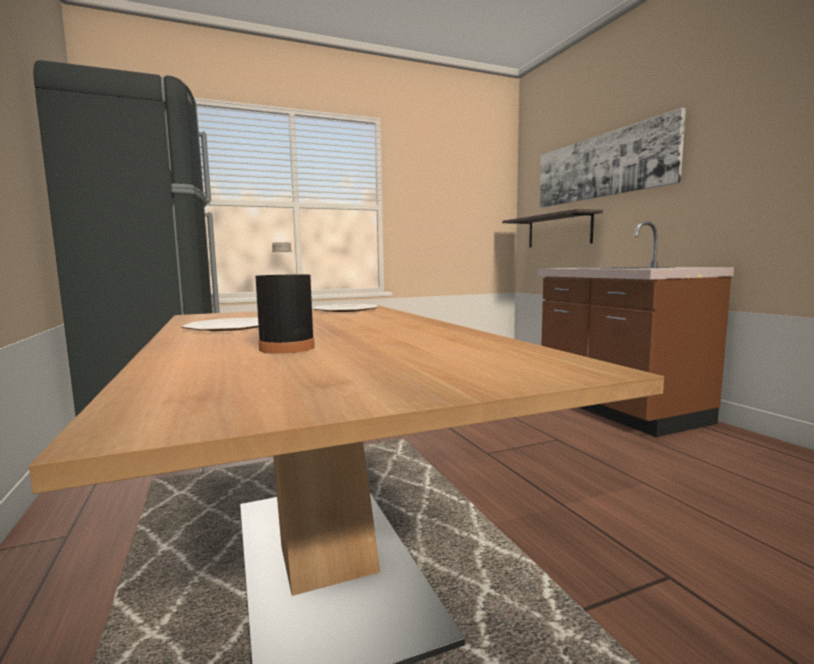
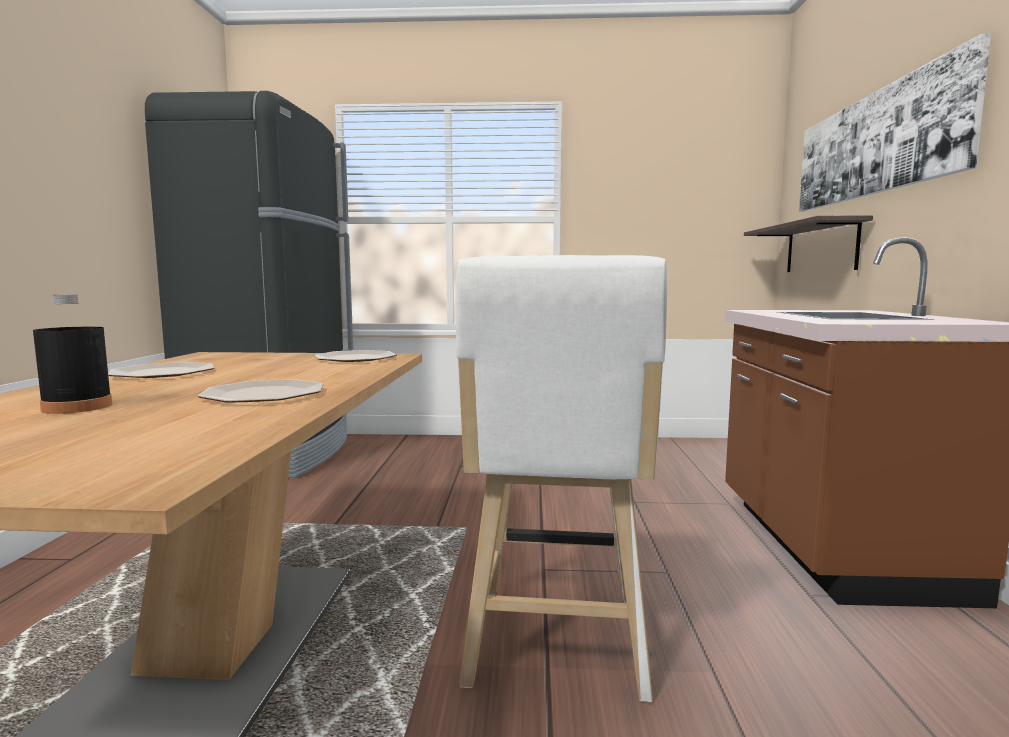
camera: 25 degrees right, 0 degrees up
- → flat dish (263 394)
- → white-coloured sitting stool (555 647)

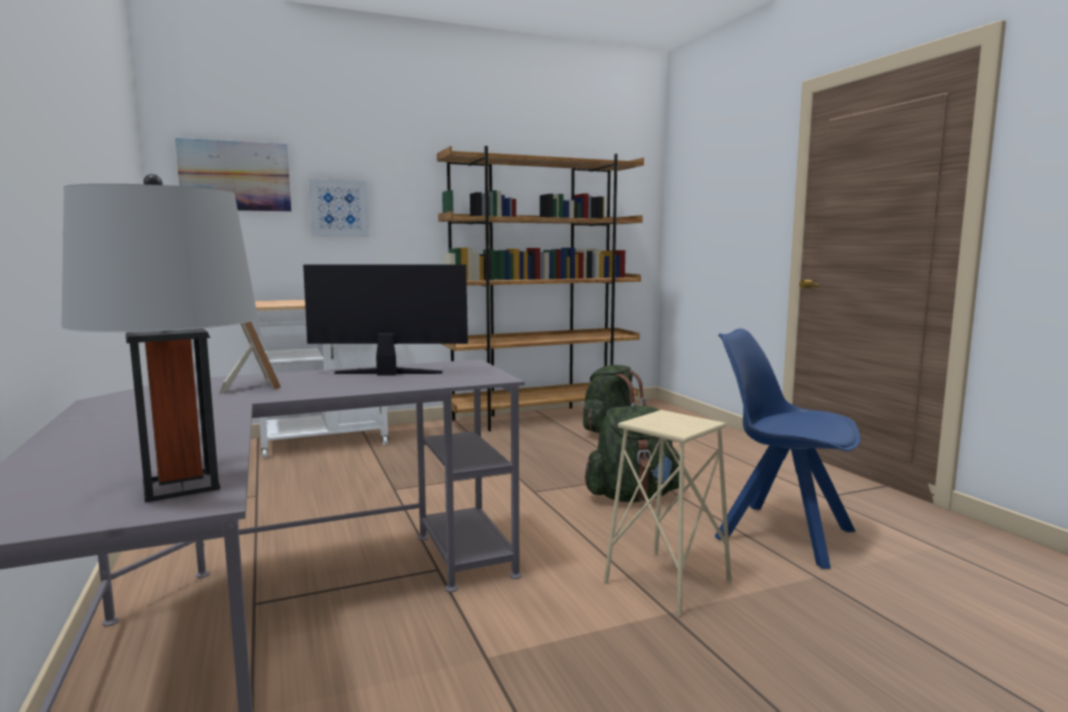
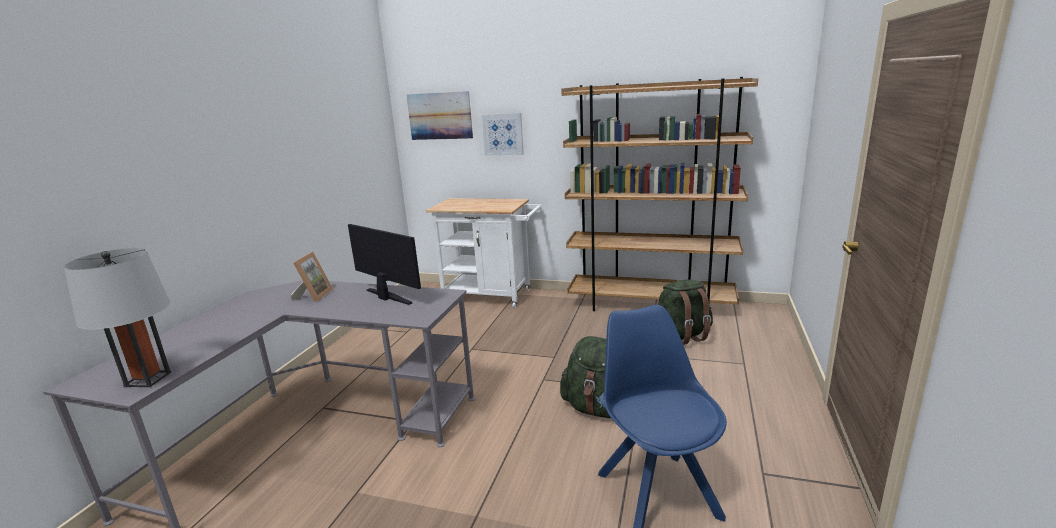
camera: 40 degrees right, 10 degrees up
beige-coloured sitting stool (667 582) → -

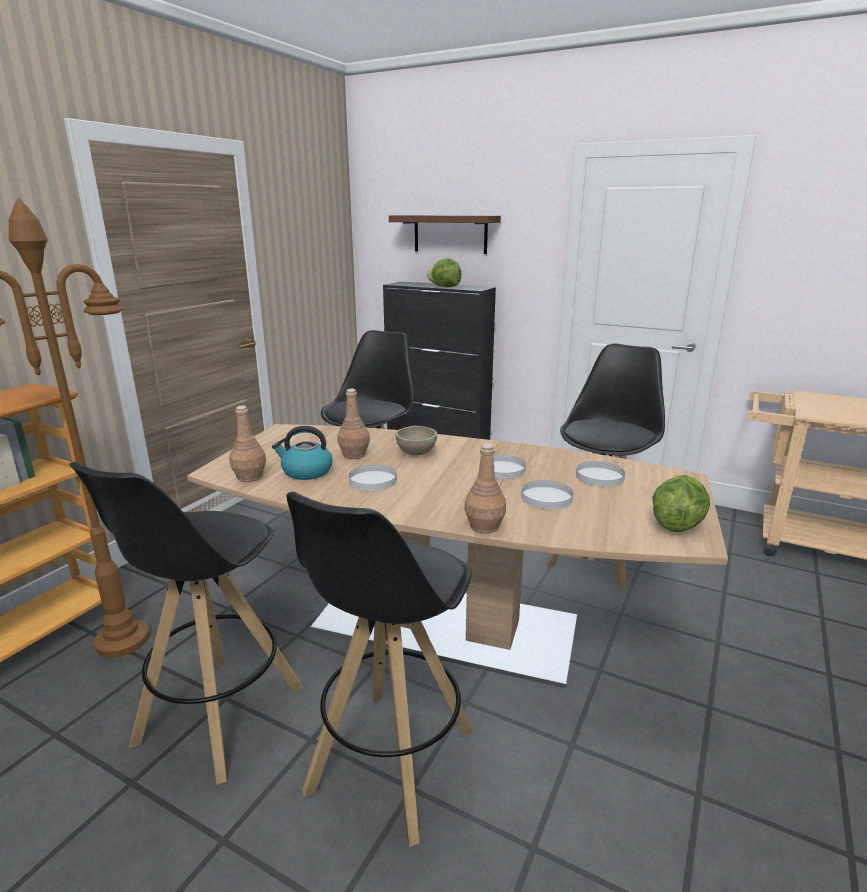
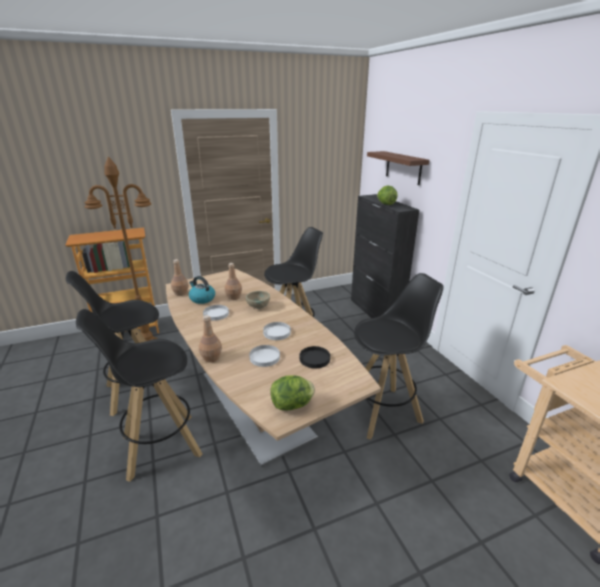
camera: 40 degrees right, 5 degrees up
white-coloured flat dish (600 476) → blackish flat dish (315 359)

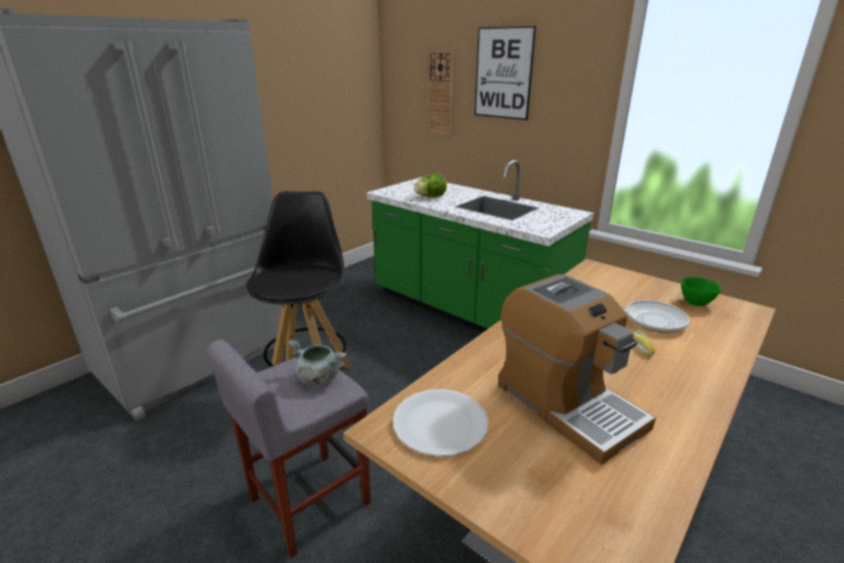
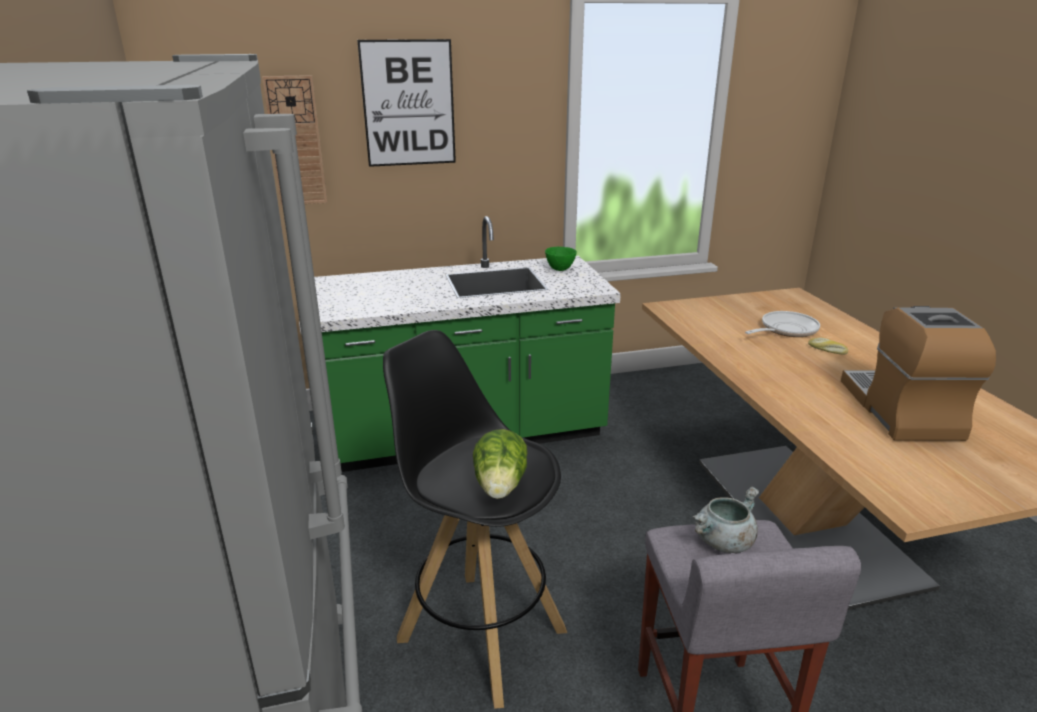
camera: 55 degrees left, 0 degrees up
lettuce head (430 197) → lettuce head (500 487), moved
greenish bowl (695 302) → greenish bowl (559 269), moved
coffee maker (567 404) → coffee maker (900 410), 90 degrees counterclockwise
white-coloured flat dish (440 423) → -

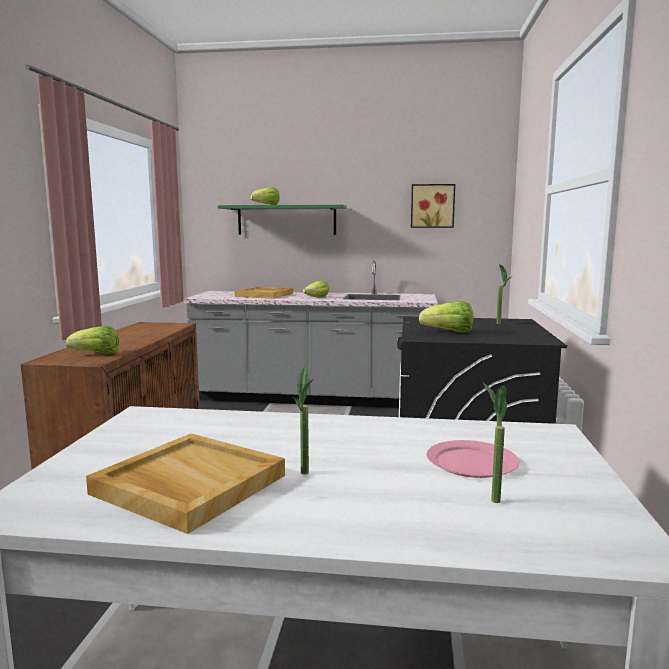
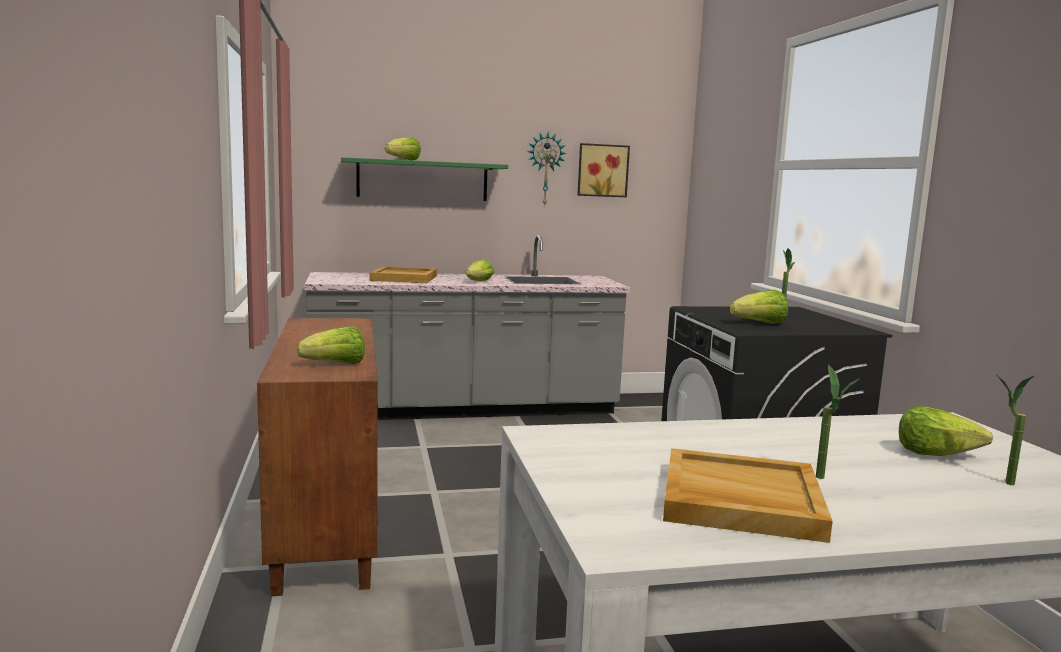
camera: 20 degrees left, 0 degrees up
- → wall clock (545 169)
pink flat dish (471 462) → lettuce head (936 453)

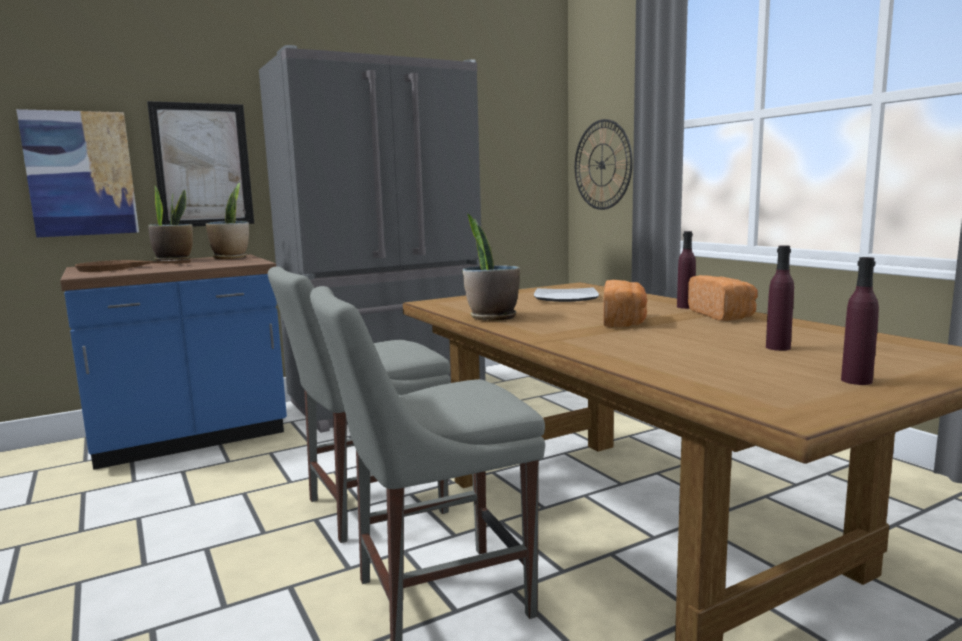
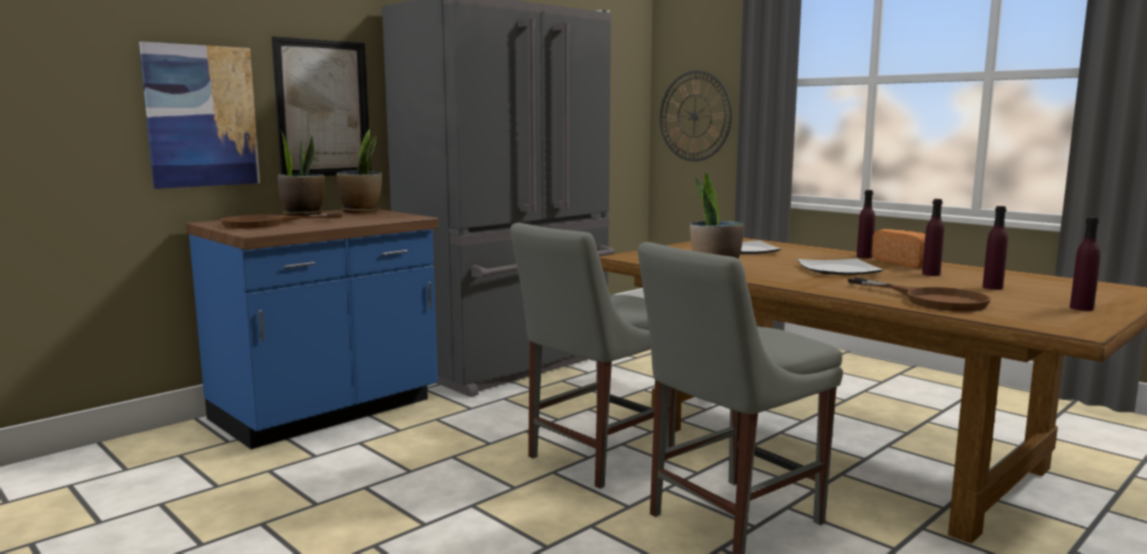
camera: 15 degrees left, 0 degrees up
bread (624 321) → flat dish (838 270)
- → brown-coloured skillet (932 300)
- → purplish bottle (931 274)

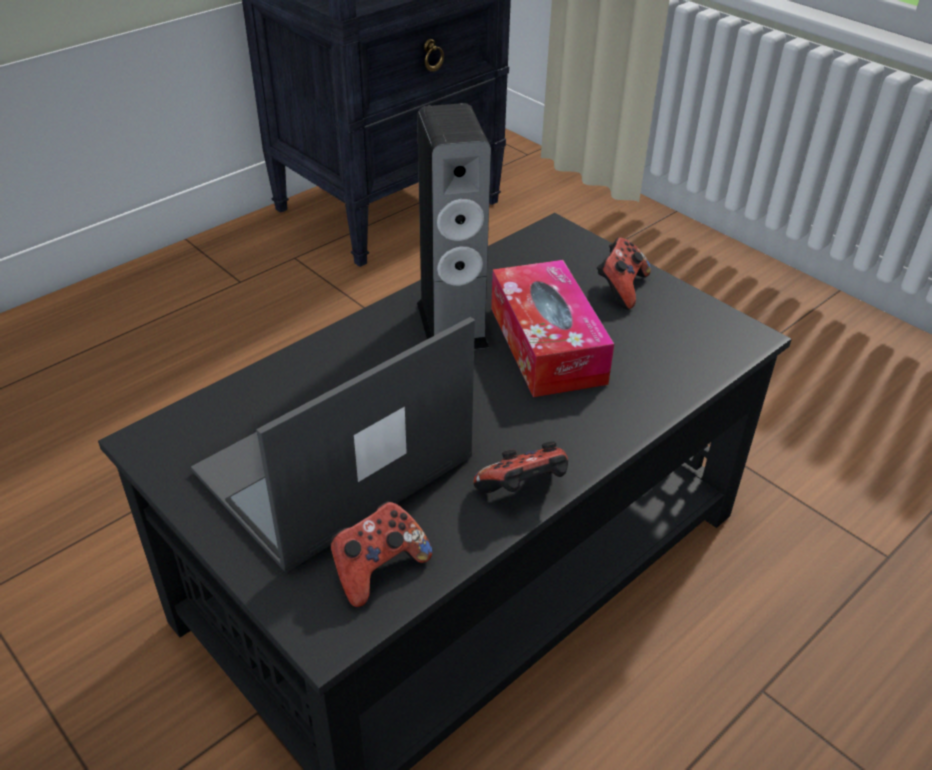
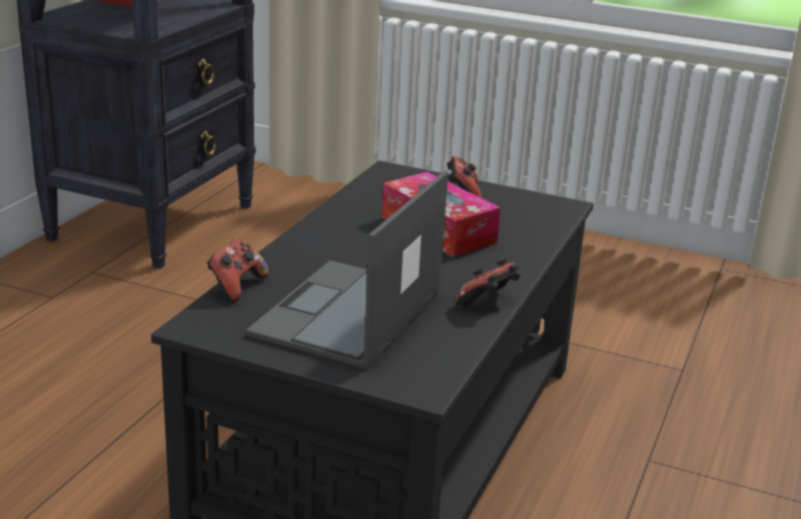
camera: 25 degrees left, 15 degrees down
joypad (378 569) → joypad (236 286), moved
loudspeaker (452 324) → -

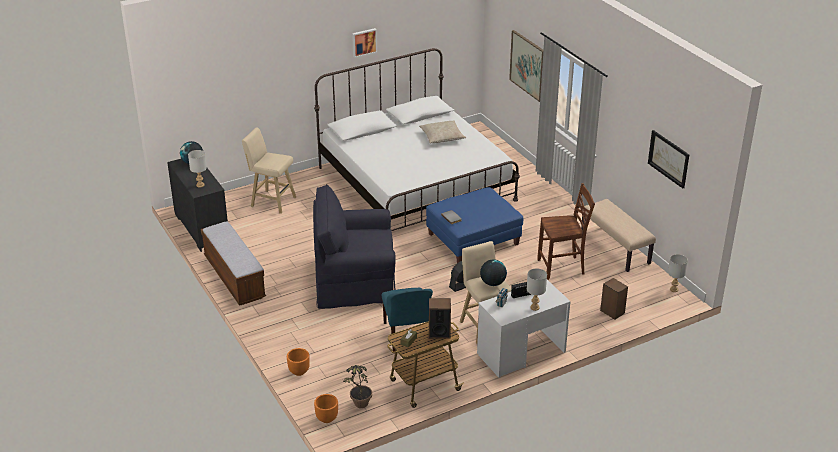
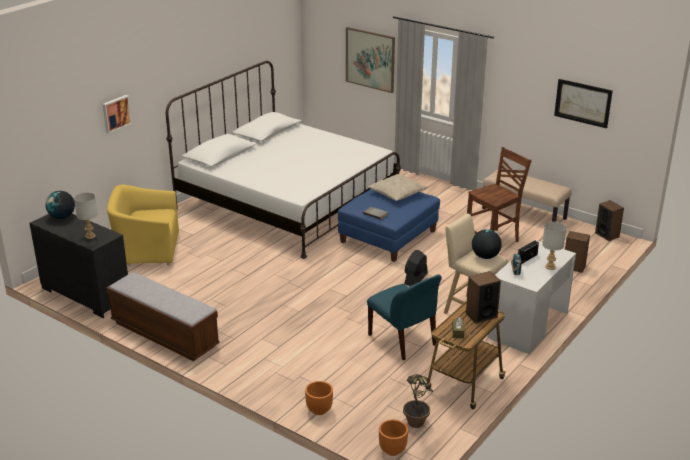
camera: 25 degrees left, 5 degrees down
picture (364 42) → picture (116 113), moved
beige-coloured sitting stool (271 201) → yellow lounge chair (147 250)
beige-coloured throw pillow (442 137) → beige-coloured throw pillow (397 193), moved
gray lamp for a table (674 289) → loudspeaker (607 235)
blackish lounge chair (355 281) → -

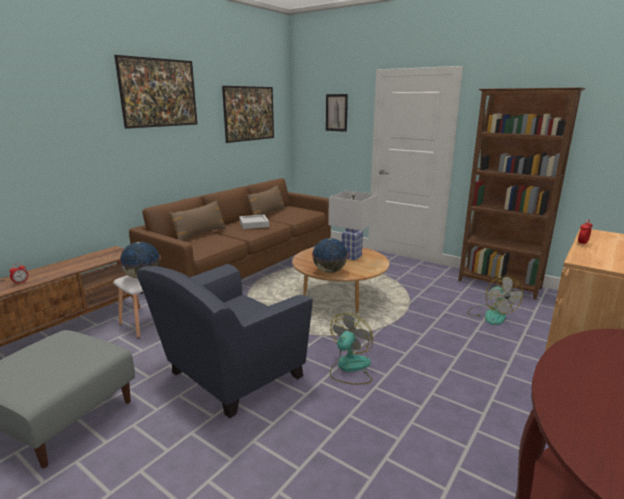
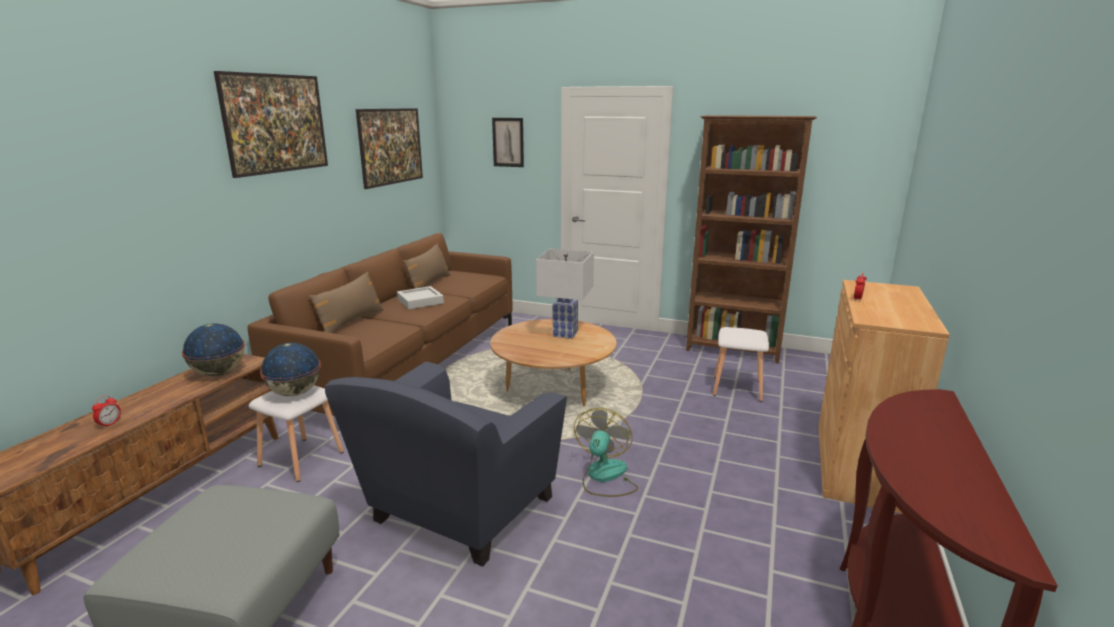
camera: 15 degrees left, 0 degrees up
globe (329 271) → globe (219 373), moved
fan (491 315) → white-coloured sitting stool (738 388)

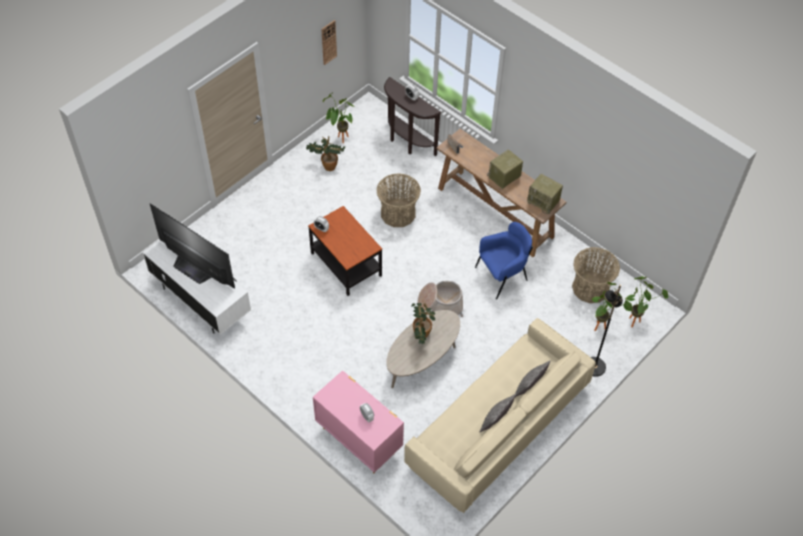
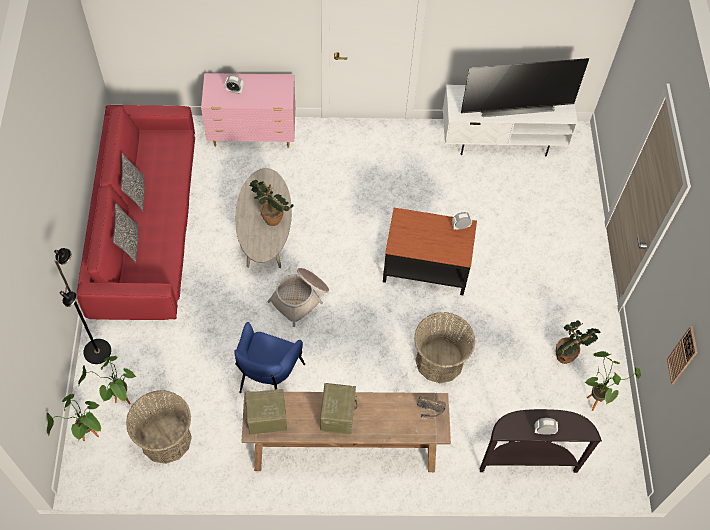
camera: 135 degrees right, 5 degrees up
beige-coloured couch (497 426) → red couch (146 228)

